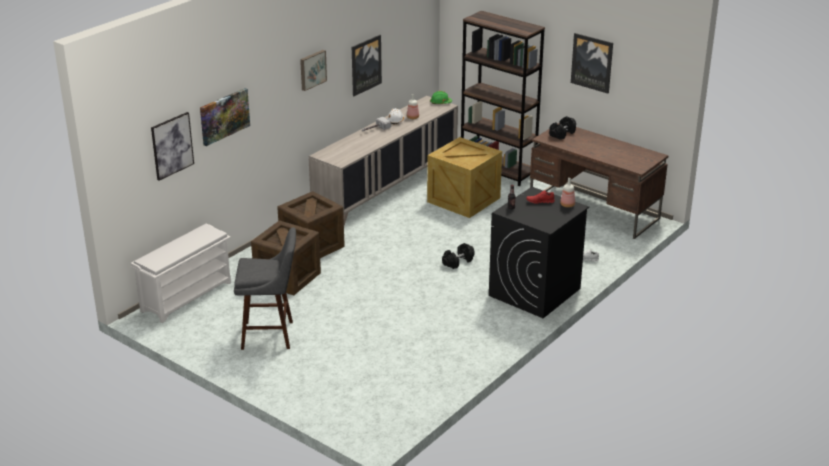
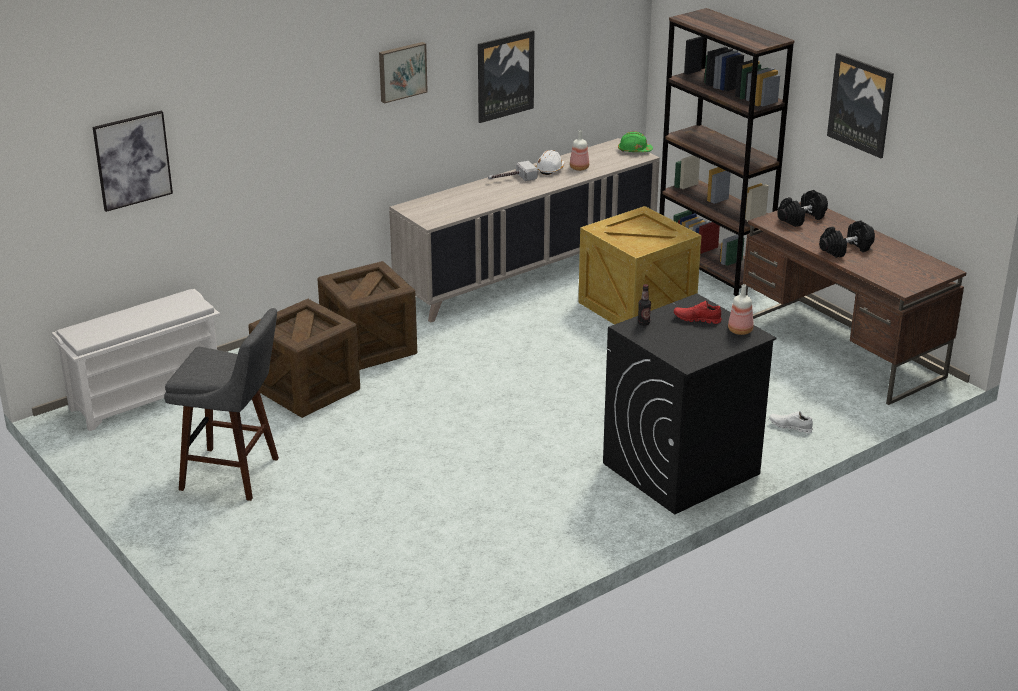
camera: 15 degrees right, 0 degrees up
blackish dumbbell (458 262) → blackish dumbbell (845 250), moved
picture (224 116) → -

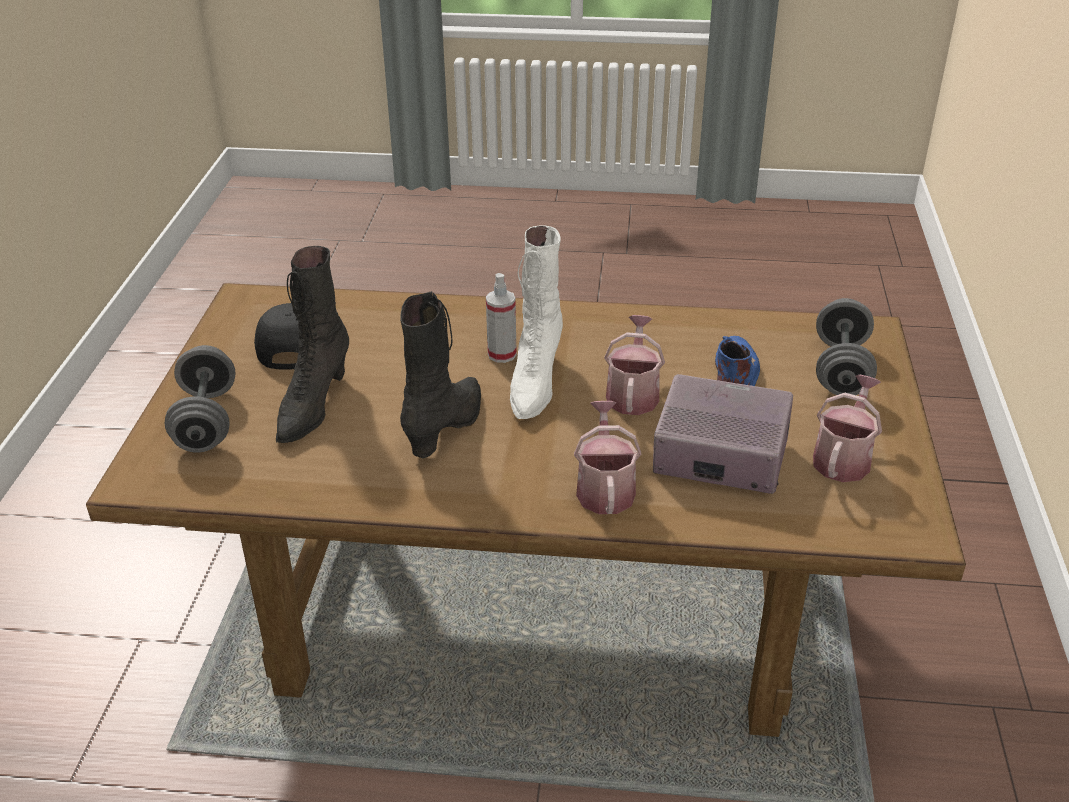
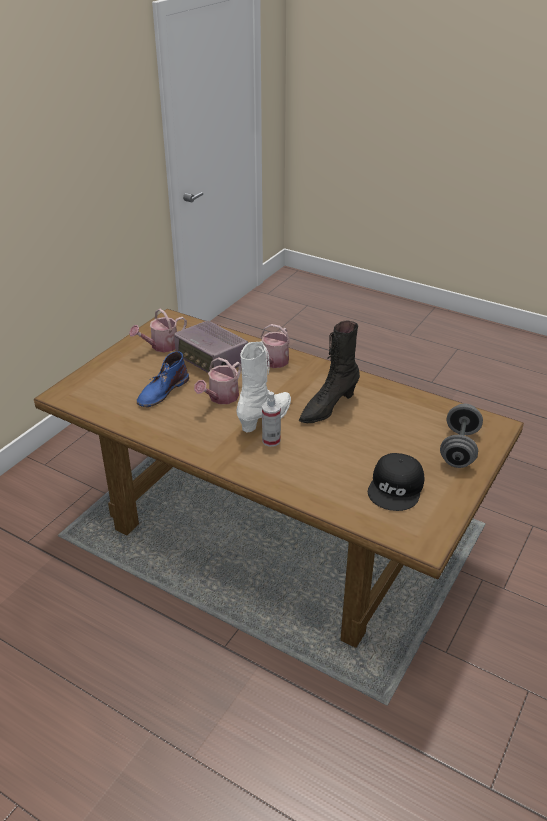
camera: 155 degrees left, 0 degrees up
blackish boot (313 406) → -
gray dumbbell (841 369) → -

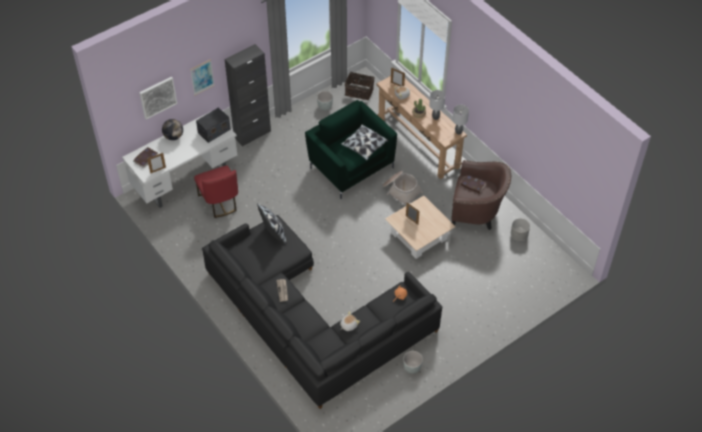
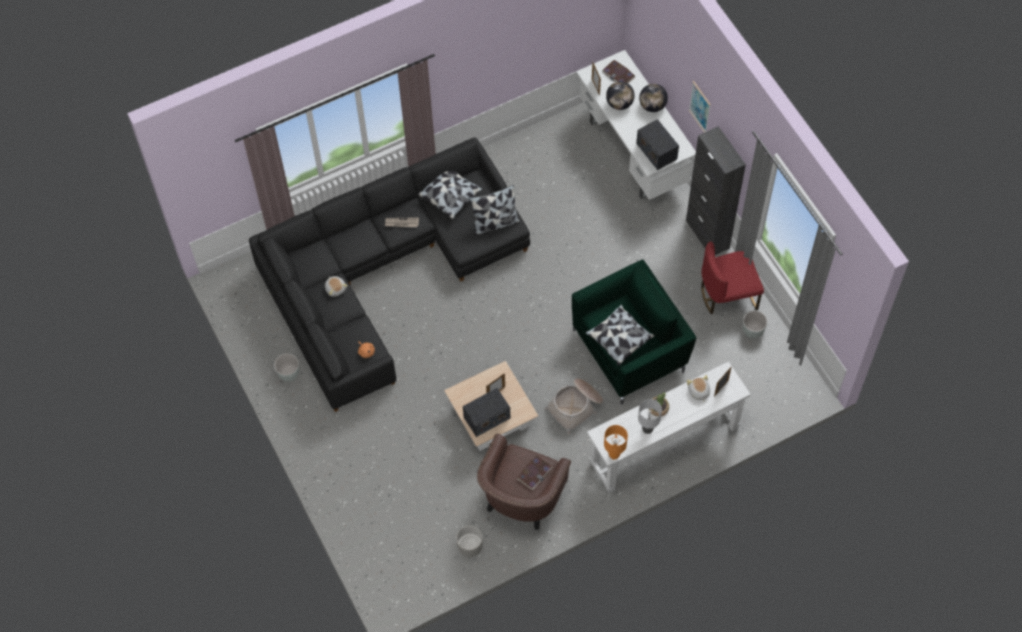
camera: 100 degrees right, 10 degrees up
- → throw pillow (450 196)
- → radio set (486 418)
brown-coloured narrow table (418 143) → white-coloured narrow table (664 445)
gray lamp for a table (458 132) → orangey lamp for a table (614 454)
- → globe (619 104)
red chair (219 202) → red chair (727 295), moved
picture (158 97) → -
household basket (359 91) → -

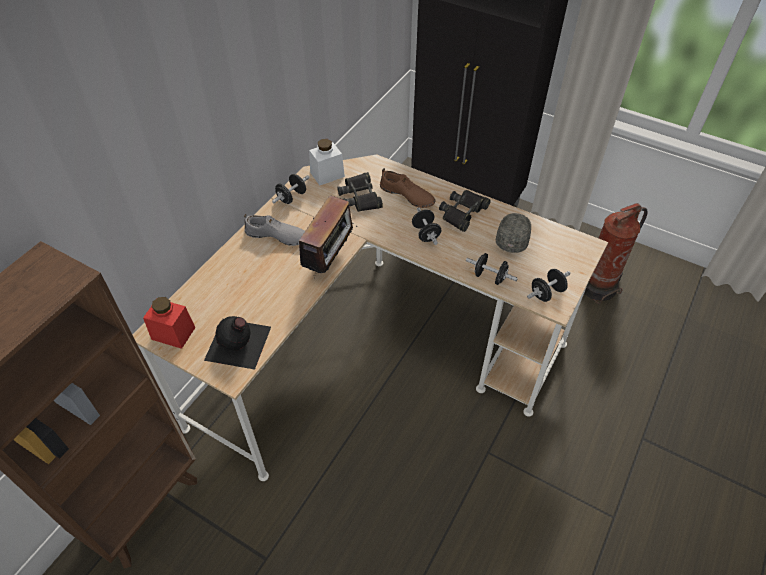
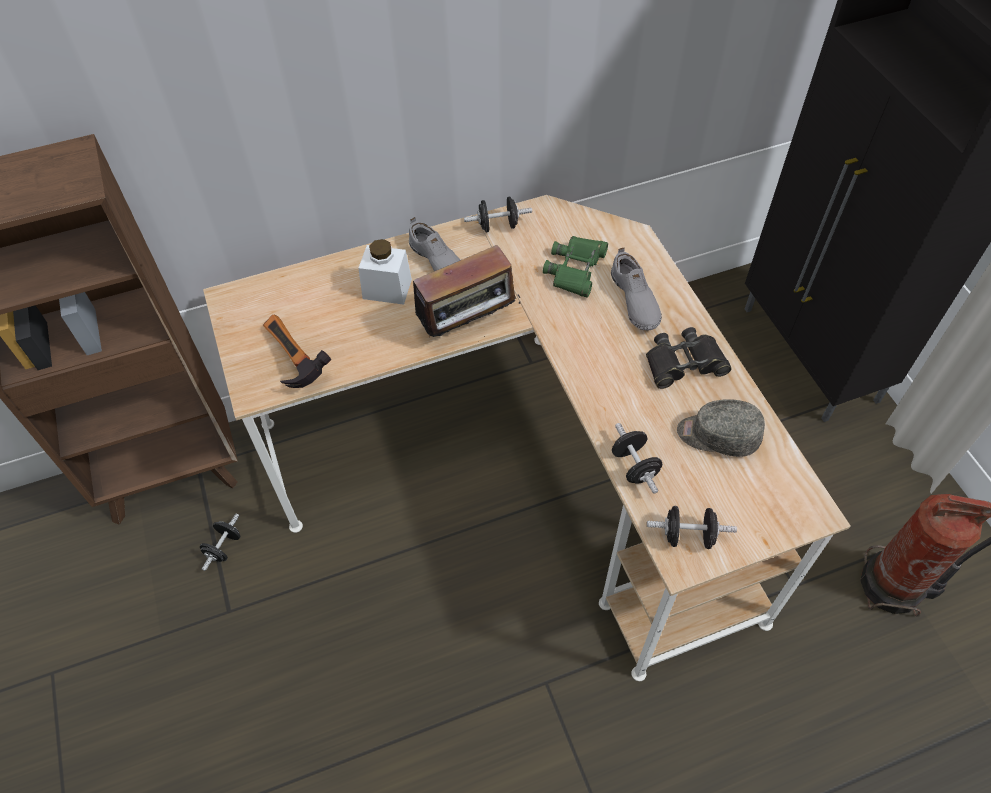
camera: 40 degrees right, 5 degrees up
blackish dumbbell (425 234) → blackish dumbbell (224 547), moved
blackish bottle (238 344) → tool hammer (290 362)
white-coloured preserve jar (327 174) → white-coloured preserve jar (387 289), moved
blackish field glasses (360 197) → greenish field glasses (576 269)
brown-coloured item of footwear (407 196) → gray item of footwear (634 300)
gray baseball cap (513 237) → gray baseball cap (718 436), 135 degrees counterclockwise
red preserve jar (173 333) → -

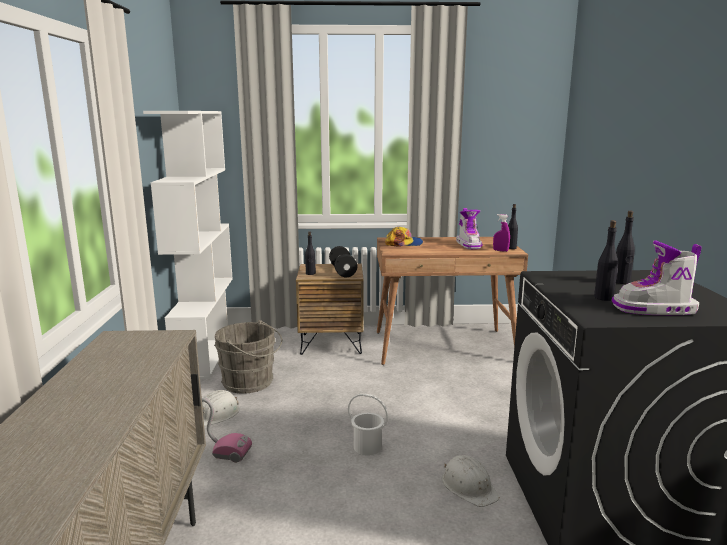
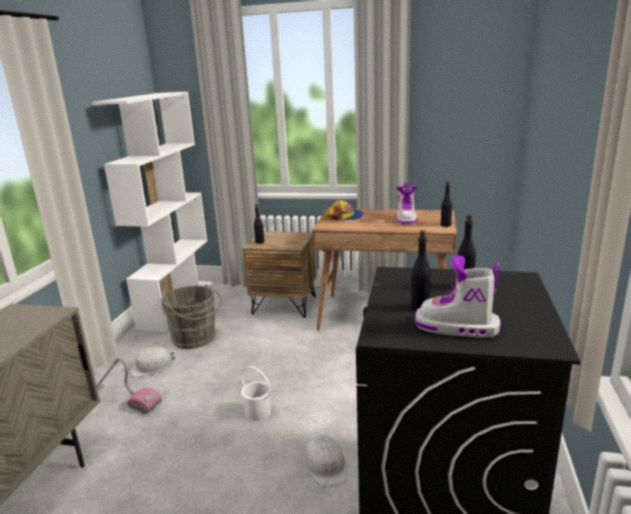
camera: 15 degrees right, 5 degrees up
blackish dumbbell (342 271) → -
purplish hand sprayer (500 250) → -

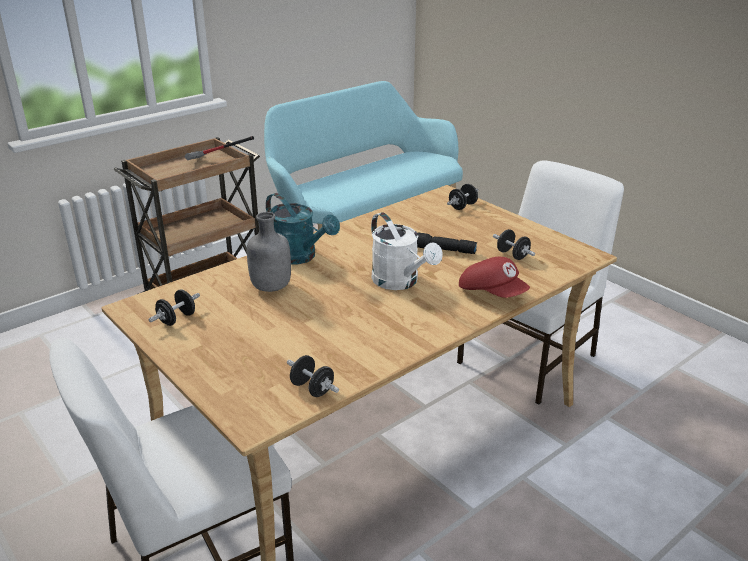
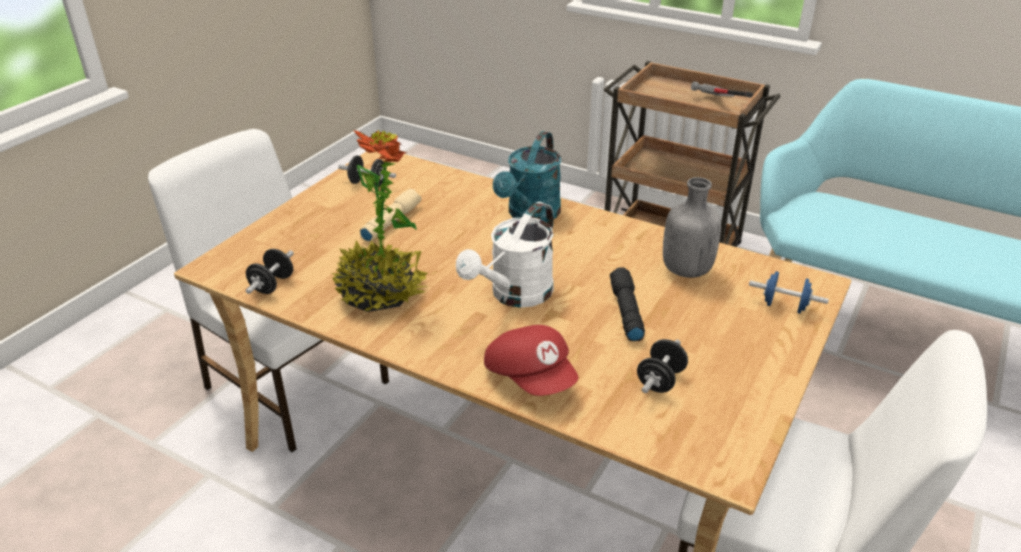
camera: 70 degrees right, 5 degrees up
- → plant in a pot (381 293)
- → beige-coloured hand torch (391 222)
red baseball cap (492 293) → red baseball cap (532 377), 60 degrees counterclockwise
gray bottle (270 287) → gray bottle (685 270), moved
blackish dumbbell (462 206) → blue dumbbell (784 306)

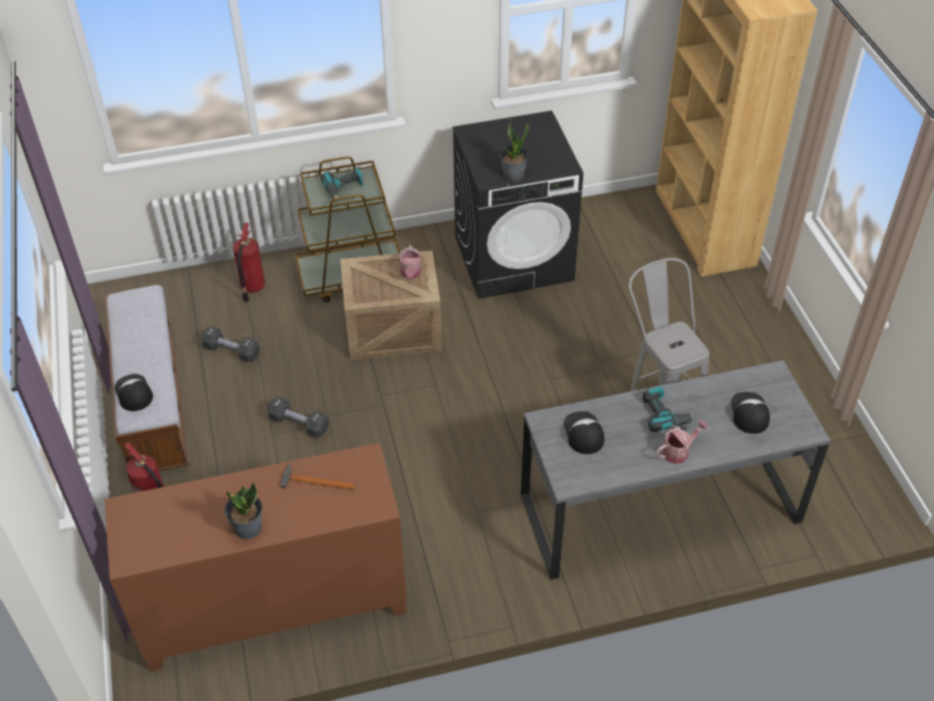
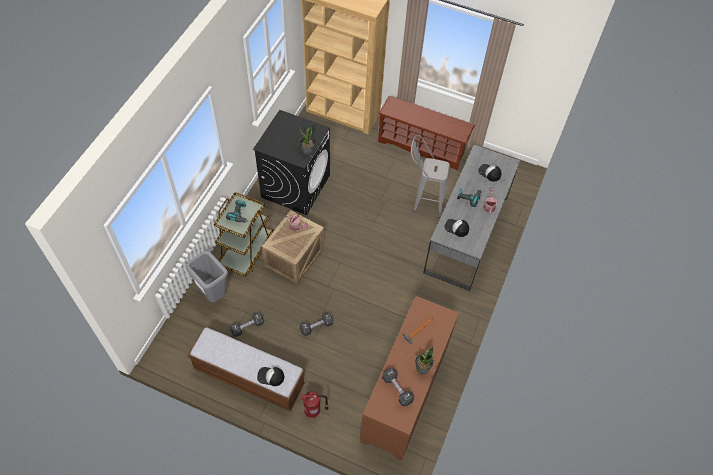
camera: 55 degrees left, 10 degrees up
extinguisher (252 287) → gray waste bin (213 294)
- → brown-coloured shoe rack (422 146)
- → blackish dumbbell (397 389)

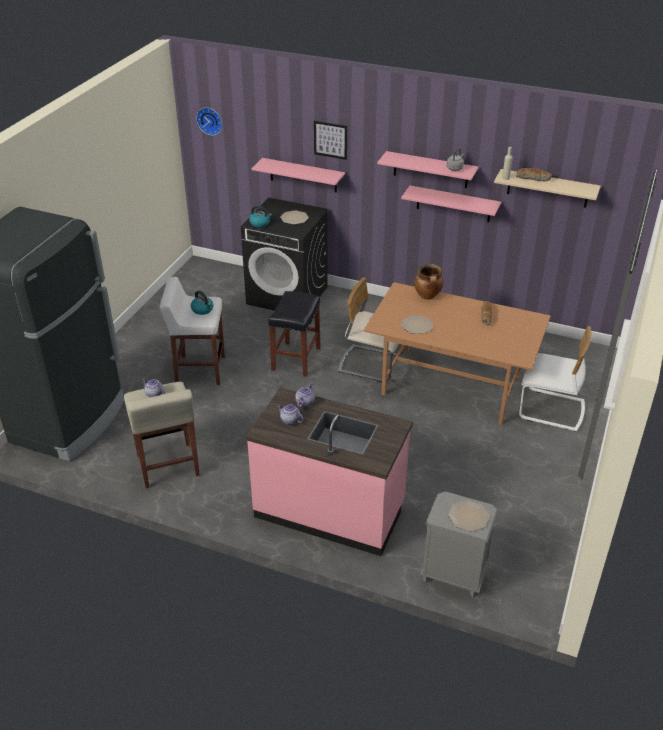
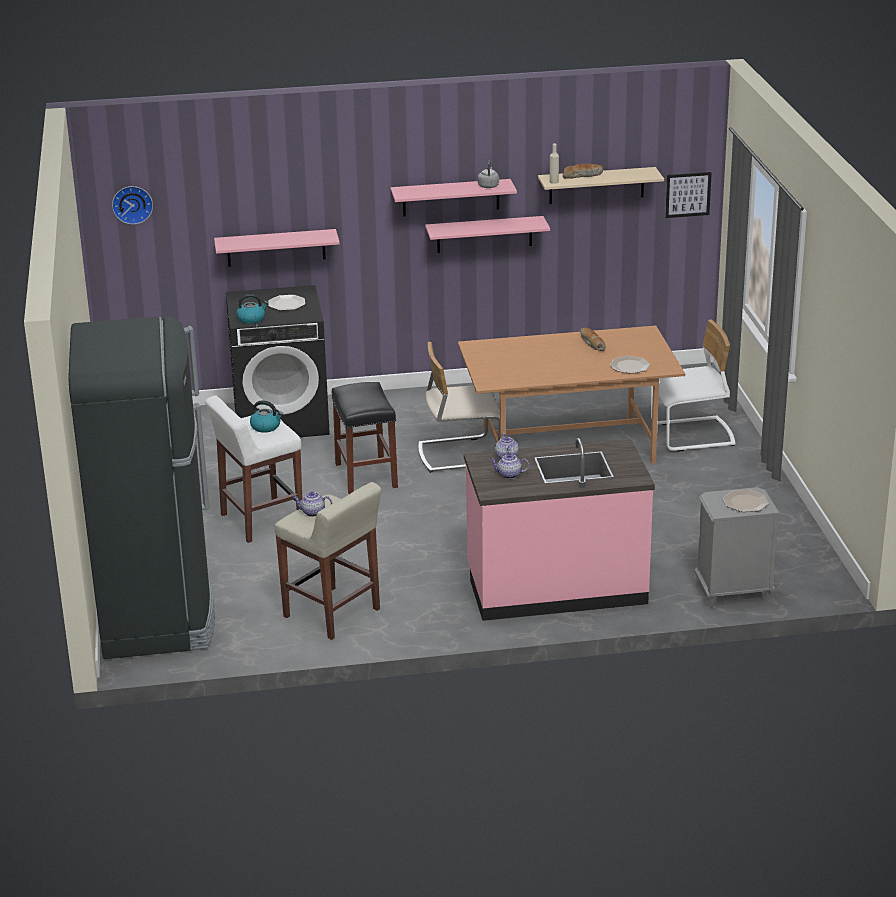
camera: 30 degrees left, 10 degrees down
flat dish (416 325) → flat dish (629 366), moved
picture (330 140) → picture (688 194), moved
saucepot (428 296) → -

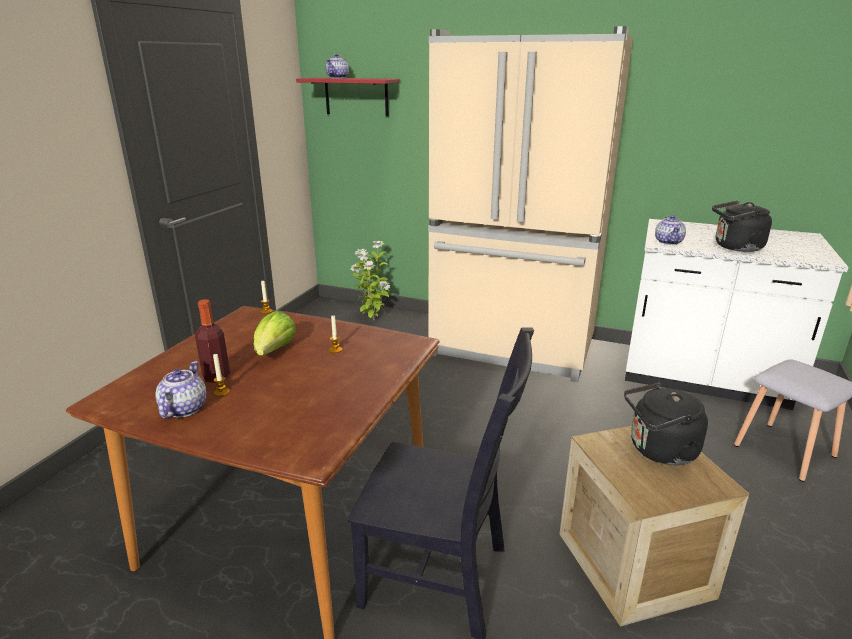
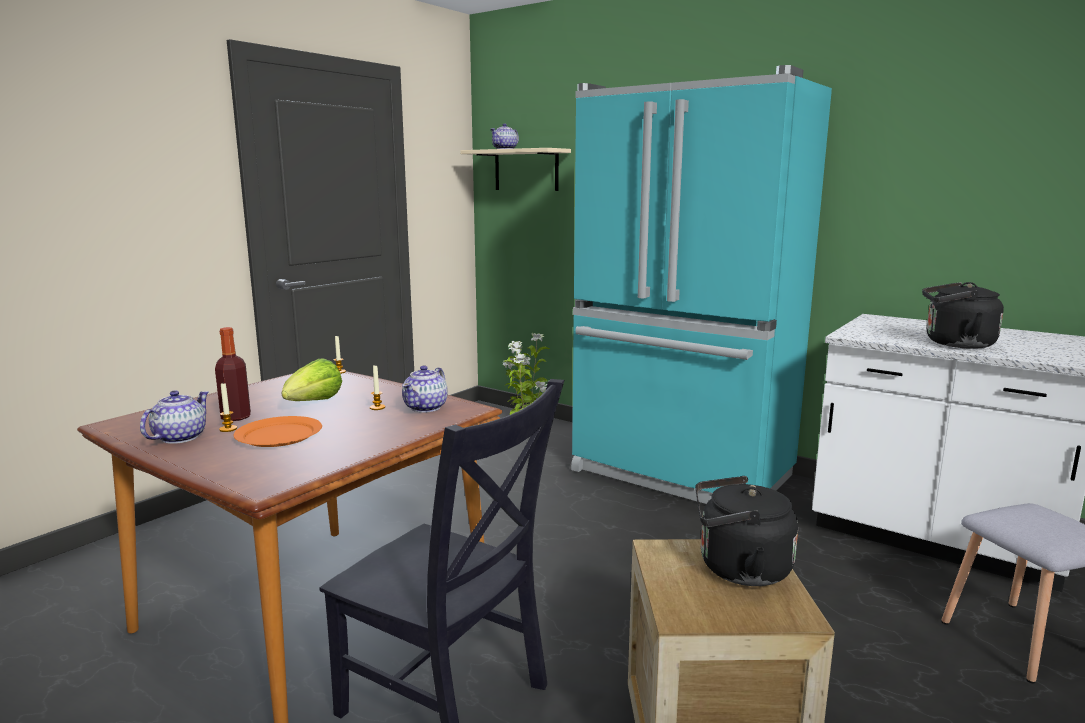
camera: 15 degrees right, 10 degrees down
- → orangey flat dish (279 435)
pot for tea (668 242) → pot for tea (426 407), moved
red bracket shelf (356 96) → beige-coloured bracket shelf (526 170)
beige-coloured refrigerator (512 349) → turquoise refrigerator (680 475)

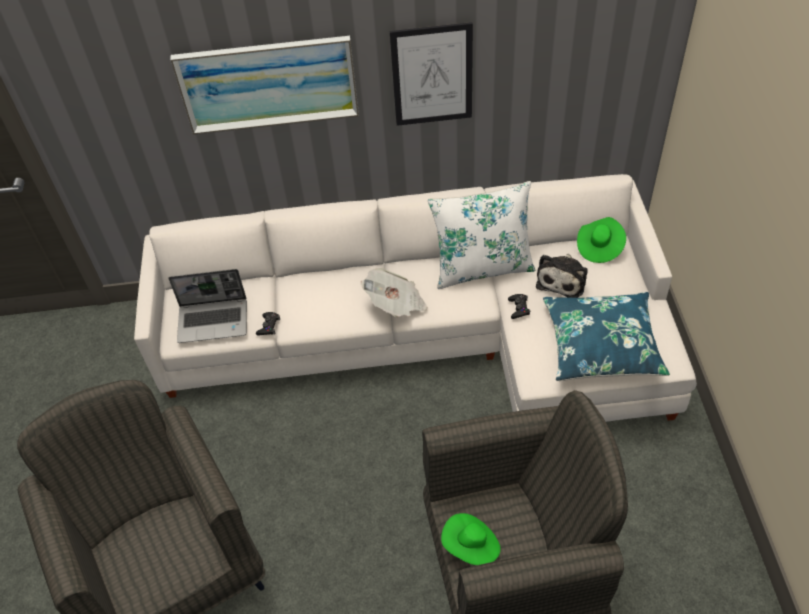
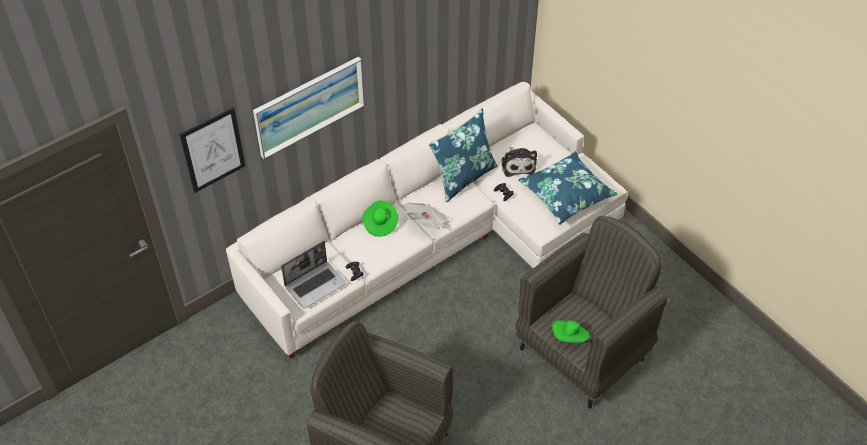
camera: 35 degrees left, 0 degrees up
picture (432 75) → picture (213 150), moved
greenish clothing hat (599 247) → greenish clothing hat (380 224), moved
white-coloured throw pillow (482 267) → blue throw pillow (463 177)

